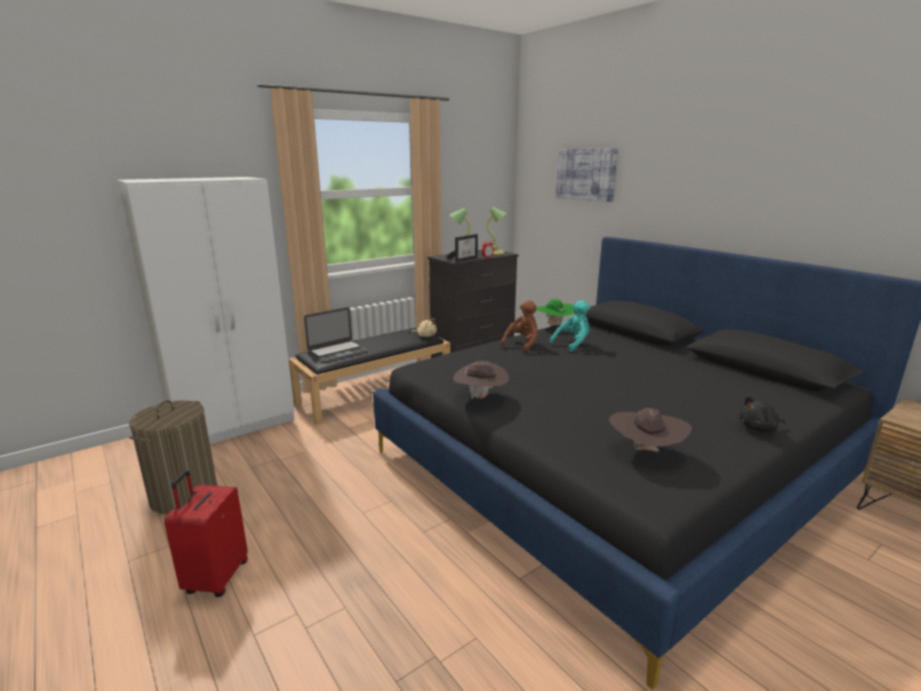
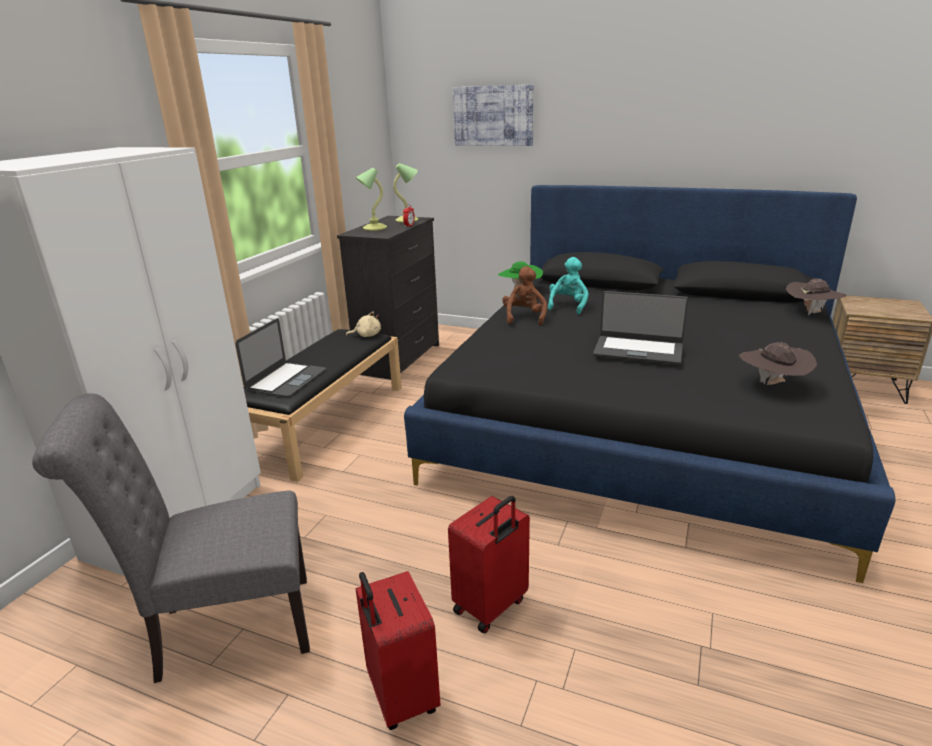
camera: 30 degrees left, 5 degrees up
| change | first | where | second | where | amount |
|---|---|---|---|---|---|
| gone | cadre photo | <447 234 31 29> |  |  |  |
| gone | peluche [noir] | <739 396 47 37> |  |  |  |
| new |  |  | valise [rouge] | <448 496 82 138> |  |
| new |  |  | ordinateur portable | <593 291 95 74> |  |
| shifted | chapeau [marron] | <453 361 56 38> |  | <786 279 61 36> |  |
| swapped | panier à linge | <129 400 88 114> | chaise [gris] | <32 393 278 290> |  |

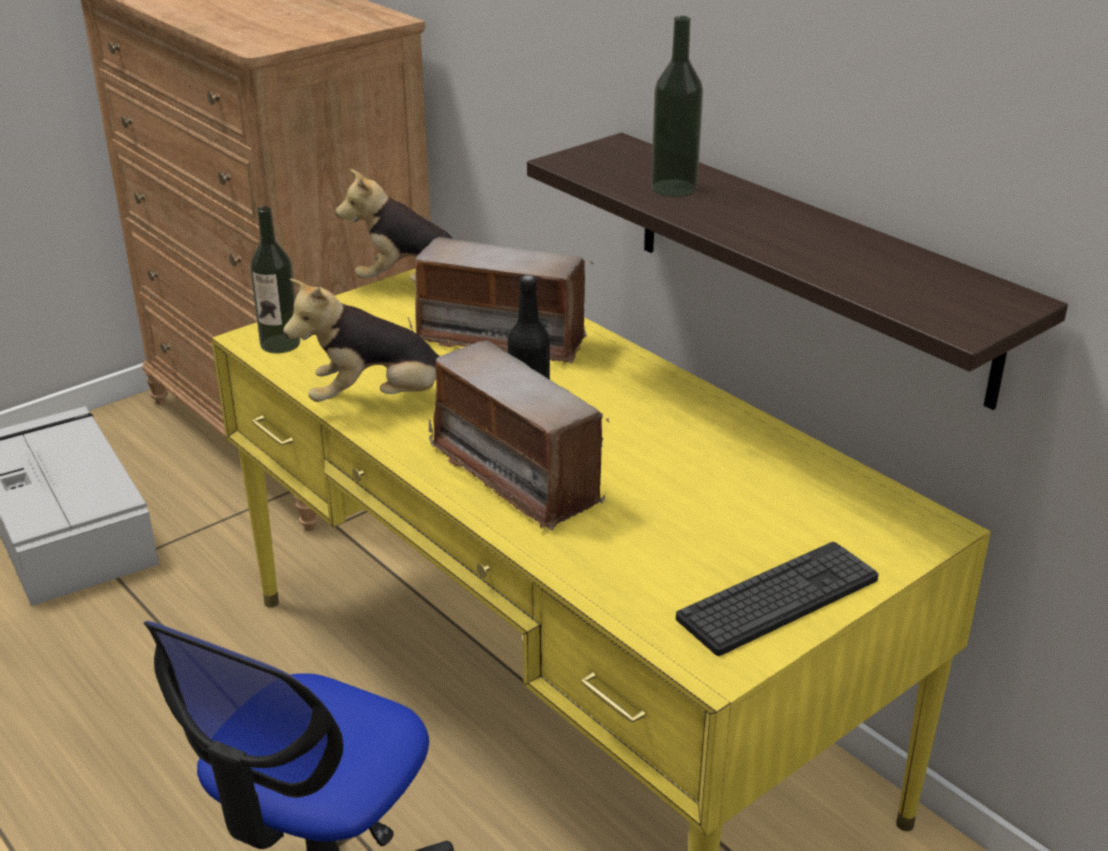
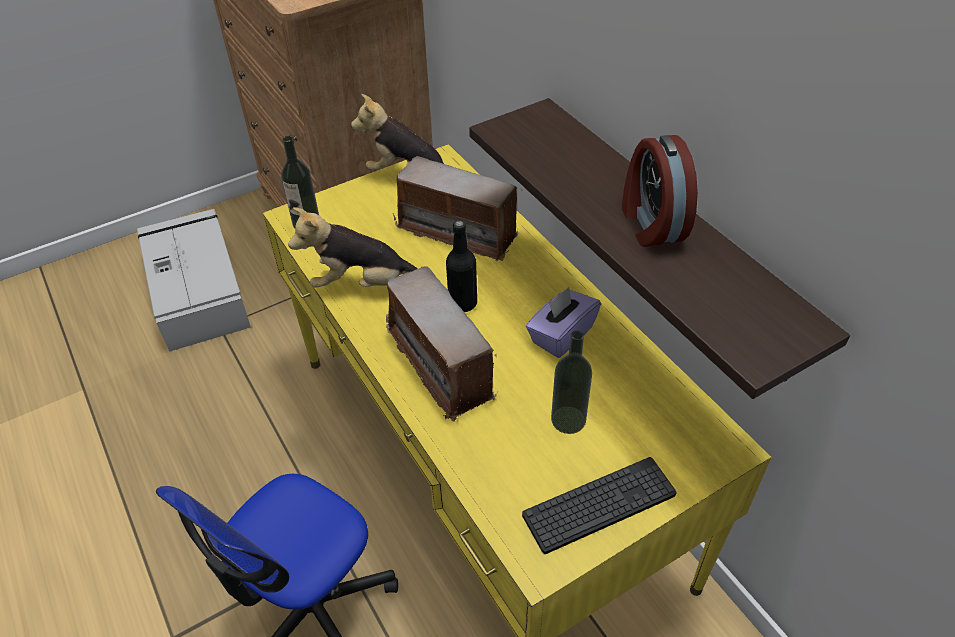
camera: 10 degrees right, 15 degrees up
| change | first | where | second | where | amount |
|---|---|---|---|---|---|
| new |  |  | boîte à mouchoirs [violet] | <526 287 75 71> |  |
| new |  |  | réveil | <622 135 76 112> |  |
| shifted | bouteille | <651 16 52 181> |  | <551 330 41 104> |  |

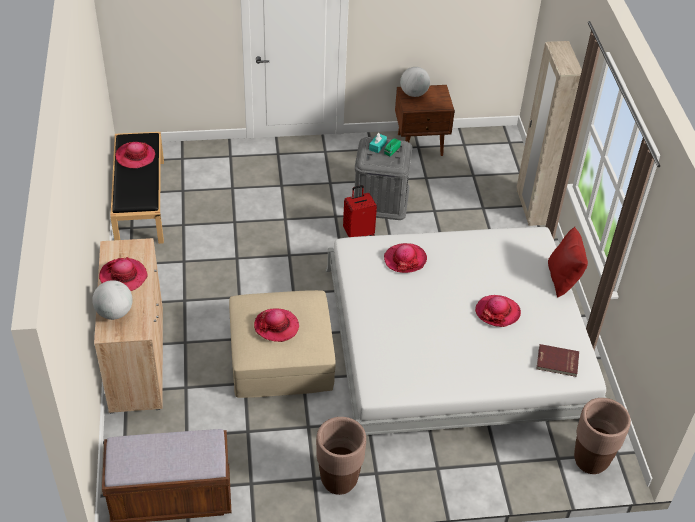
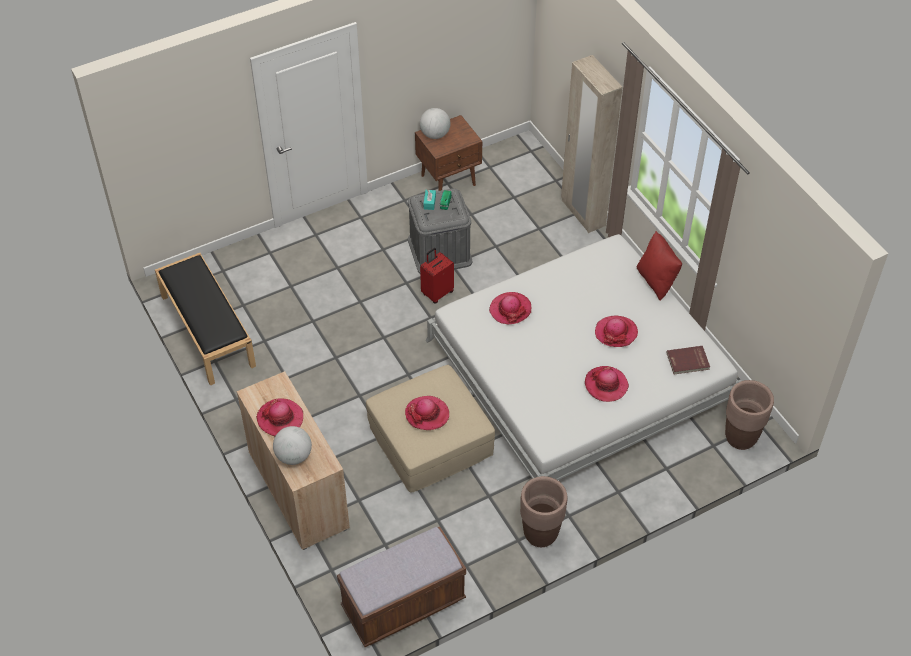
camera: 20 degrees left, 5 degrees up
| change | first | where | second | where | amount |
|---|---|---|---|---|---|
| shifted | chapeau | <115 142 40 26> |  | <585 366 44 36> |  |

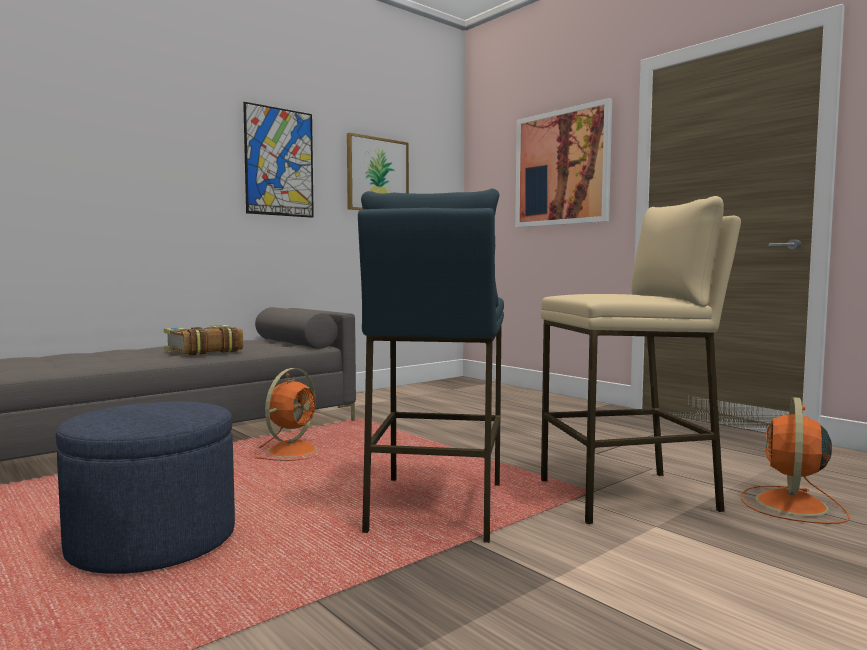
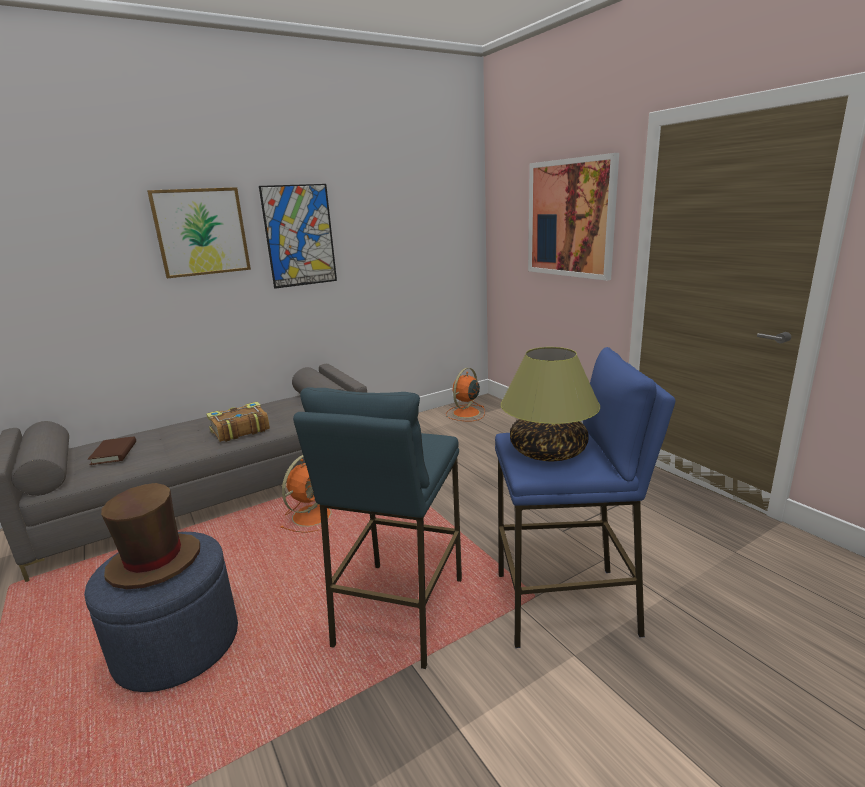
camera: 10 degrees right, 15 degrees up
| change | first | where | second | where | amount |
|---|---|---|---|---|---|
| new |  |  | livre [marron] | <88 437 48 28> |  |
| new |  |  | chapeau [marron] | <101 483 99 106> |  |
| new |  |  | lampe de table | <501 347 99 114> |  |
| shifted | tableau | <347 133 62 77> |  | <147 187 104 91> |  |
| shifted | ventilateur [orange] | <741 397 109 127> |  | <446 368 39 53> |  |
| repainted | tabouret [beige] | <541 196 200 329> | tabouret [bleu] | <495 347 181 301> |  |

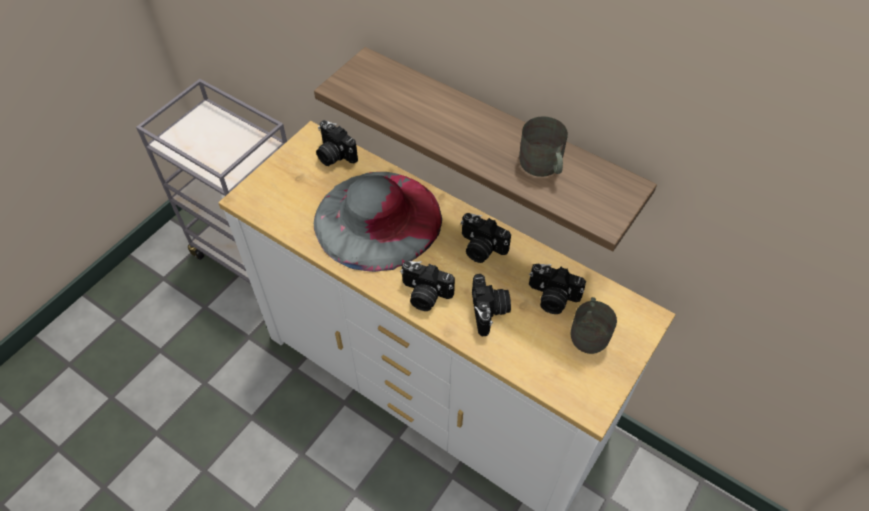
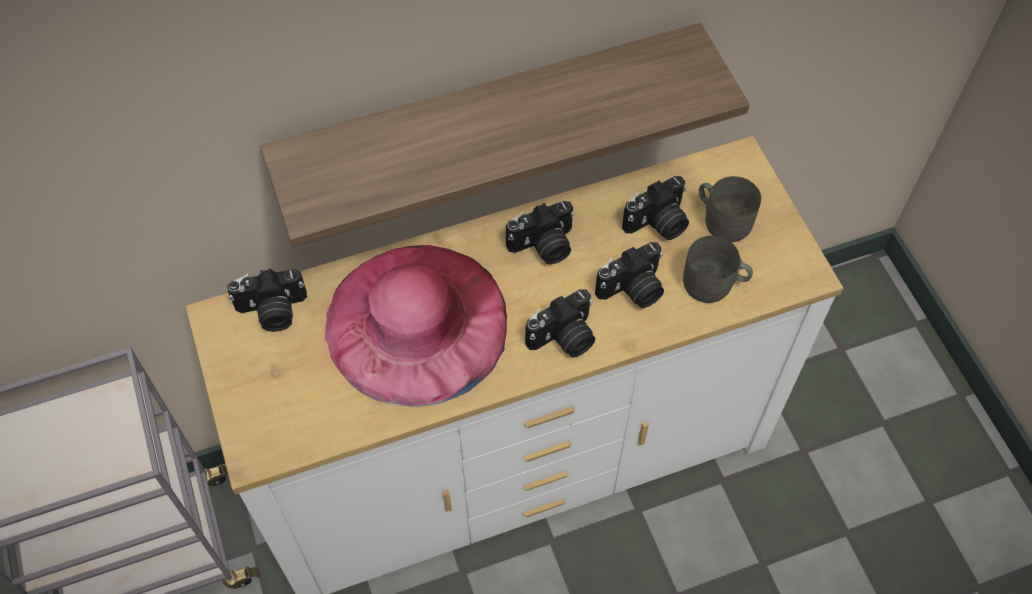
camera: 55 degrees left, 5 degrees up
| change | first | where | second | where | amount |
|---|---|---|---|---|---|
| shifted | mug [gris] | <519 116 49 61> |  | <683 236 70 67> |  |
| repainted | chapeau [gris] | <314 172 128 100> | chapeau [rose] | <325 245 182 162> |  |
| rotated | appareil photo | <472 274 39 62> |  | <595 242 69 66> | 120 degrees clockwise |

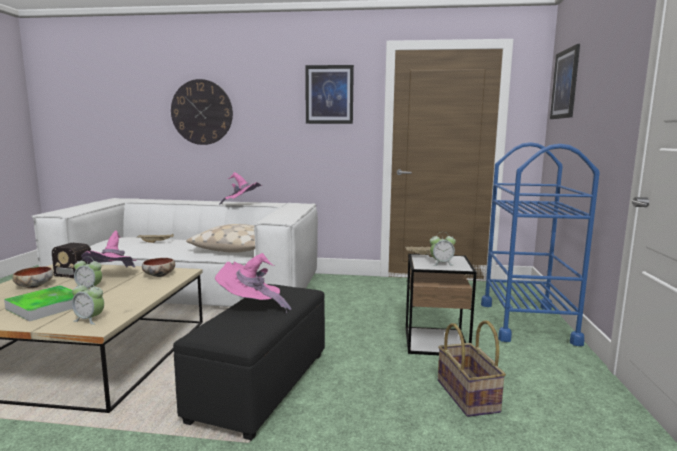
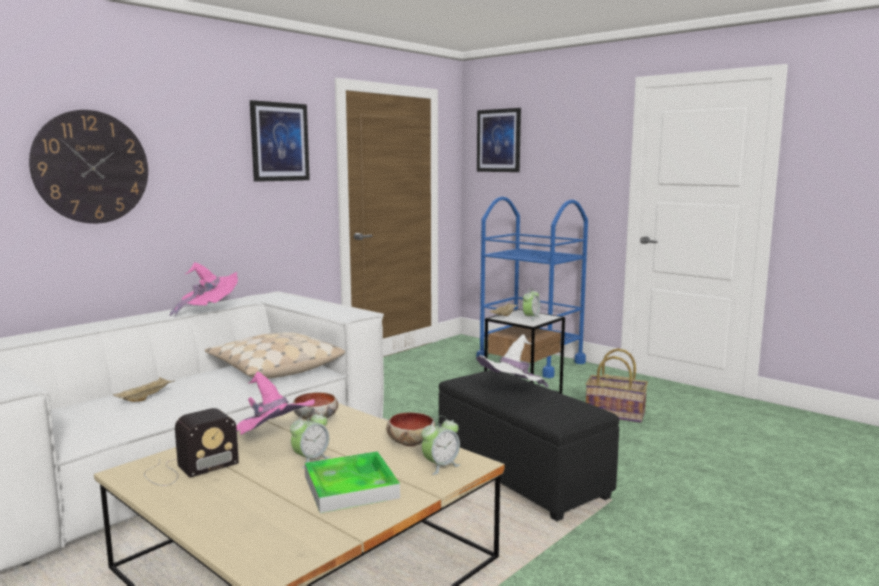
camera: 55 degrees left, 0 degrees up
| change | first | where | second | where | amount |
|---|---|---|---|---|---|
| shifted | bol | <12 267 42 21> |  | <386 412 49 35> |  |
| repainted | chapeau [rose] | <215 253 76 60> | chapeau [blanc] | <476 334 73 54> |  |

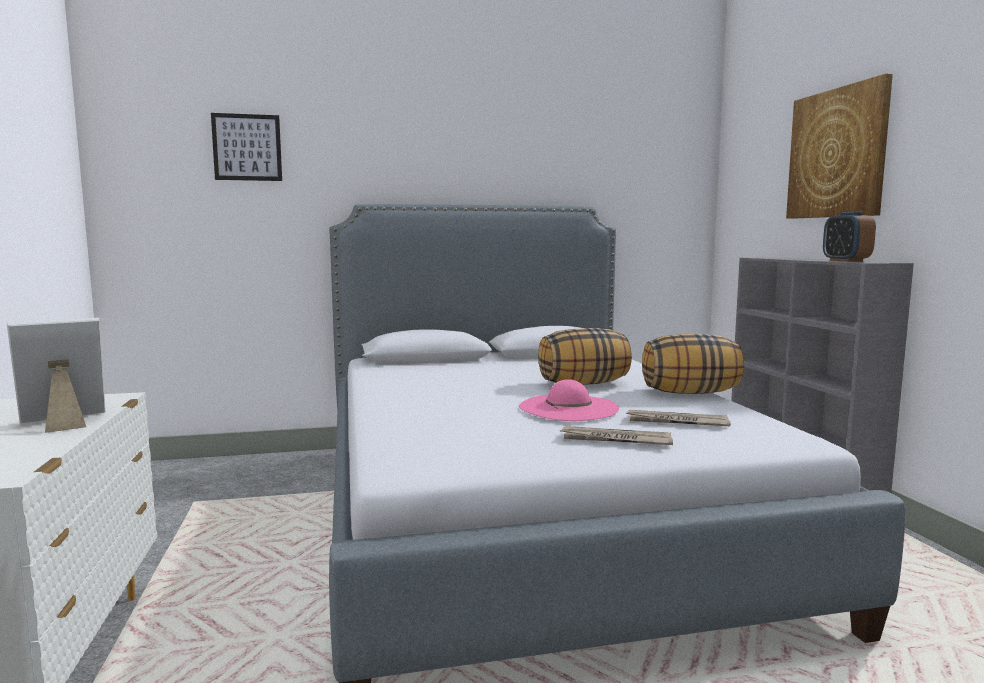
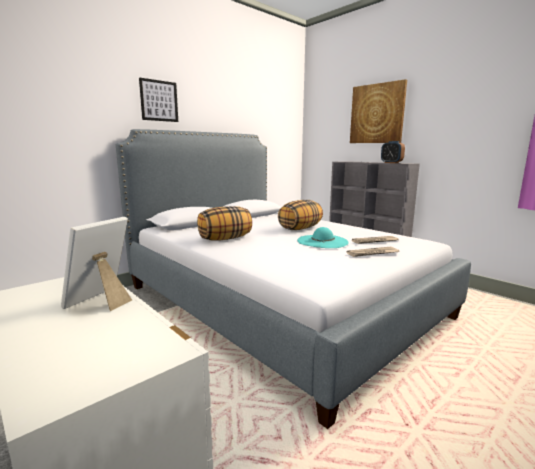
camera: 30 degrees left, 5 degrees up
| change | first | where | second | where | amount |
|---|---|---|---|---|---|
| shifted | tableau | <211 113 71 68> |  | <139 77 39 45> |  |
| shifted | coussin | <642 334 102 60> |  | <197 206 55 35> |  |
| repainted | chapeau [rose] | <519 379 100 42> | chapeau [turquoise] | <297 227 52 21> |  |

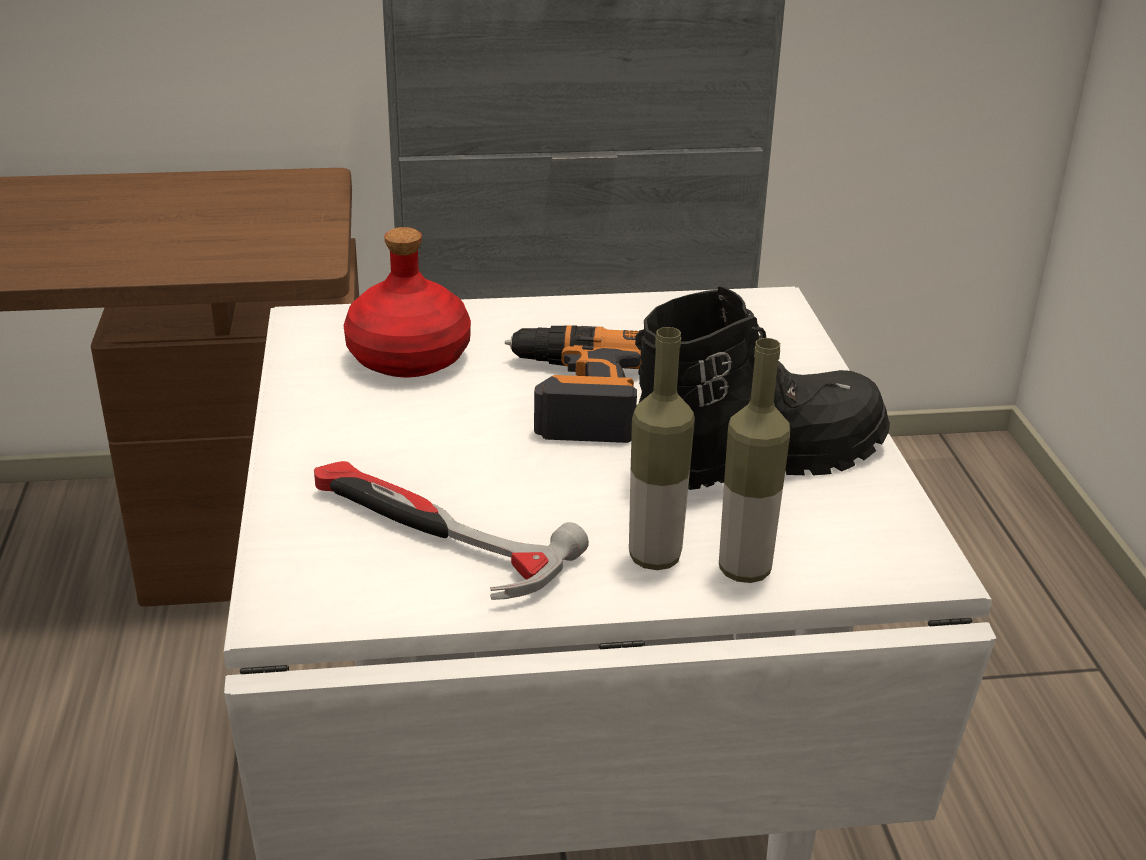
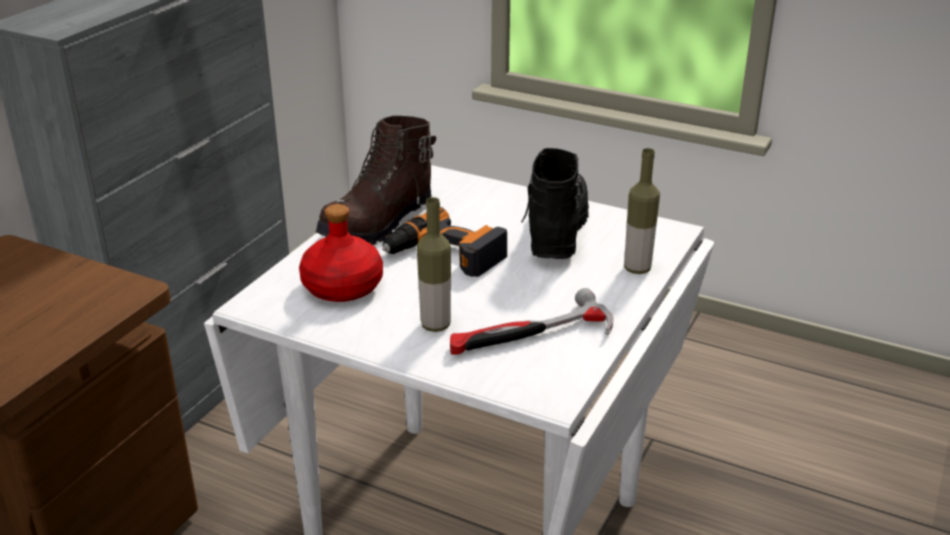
camera: 55 degrees left, 0 degrees up
| change | first | where | second | where | amount |
|---|---|---|---|---|---|
| new |  |  | botte [marron] | <315 116 121 129> |  |
| shifted | bouteille | <629 327 66 243> |  | <417 197 34 135> |  |

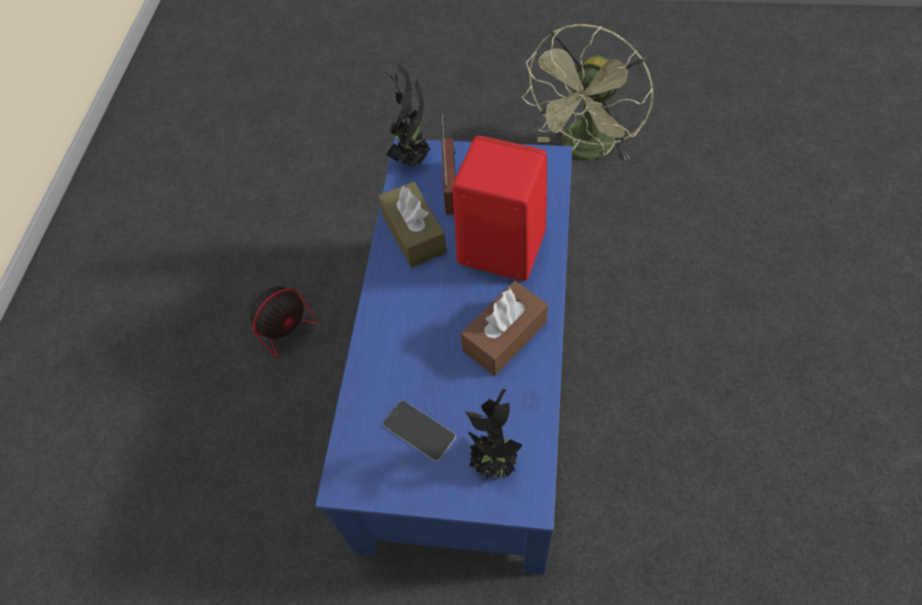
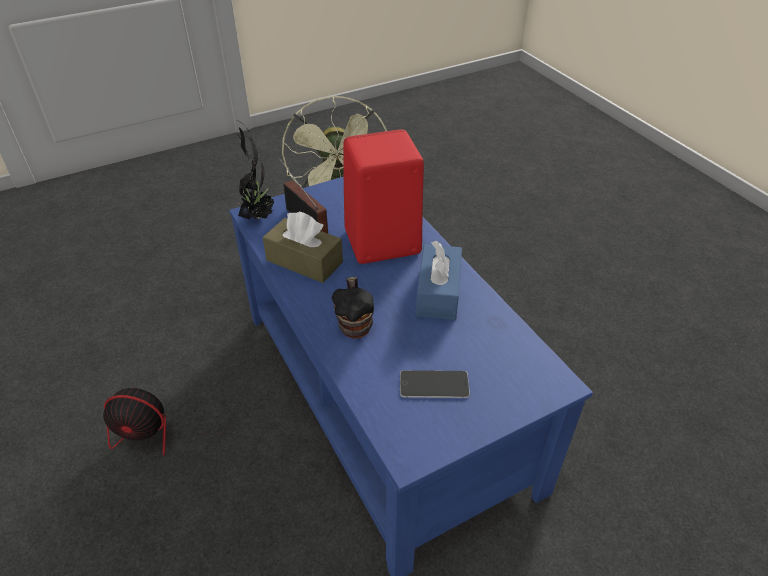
camera: 40 degrees left, 15 degrees down
| change | first | where | second | where | amount |
|---|---|---|---|---|---|
| gone | plante en pot | <465 388 57 92> |  |  |  |
| new |  |  | mug | <332 276 42 63> |  |
| repainted | boîte à mouchoirs [marron] | <461 281 87 95> | boîte à mouchoirs [bleu] | <416 241 46 79> |  |
| rotated | ventilateur | <234 246 95 112> |  | <103 344 139 111> | 90 degrees clockwise |

